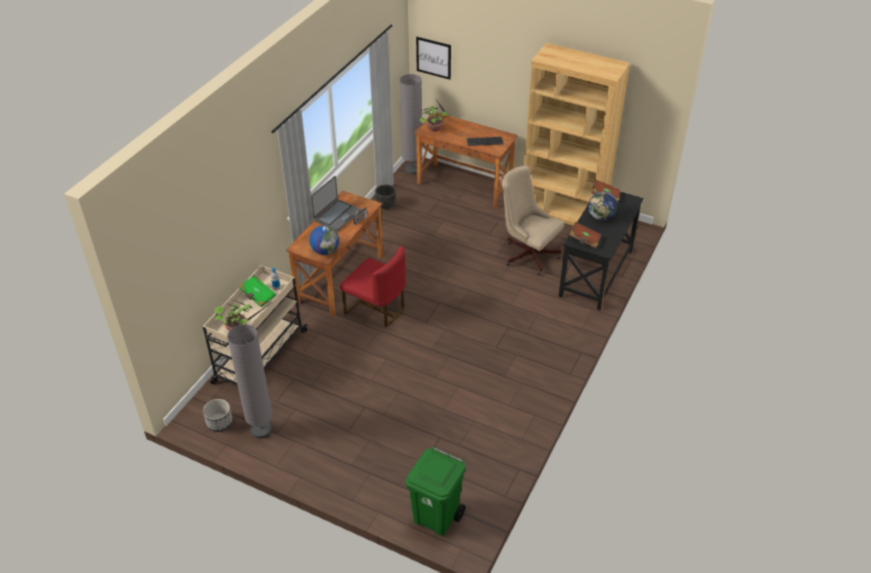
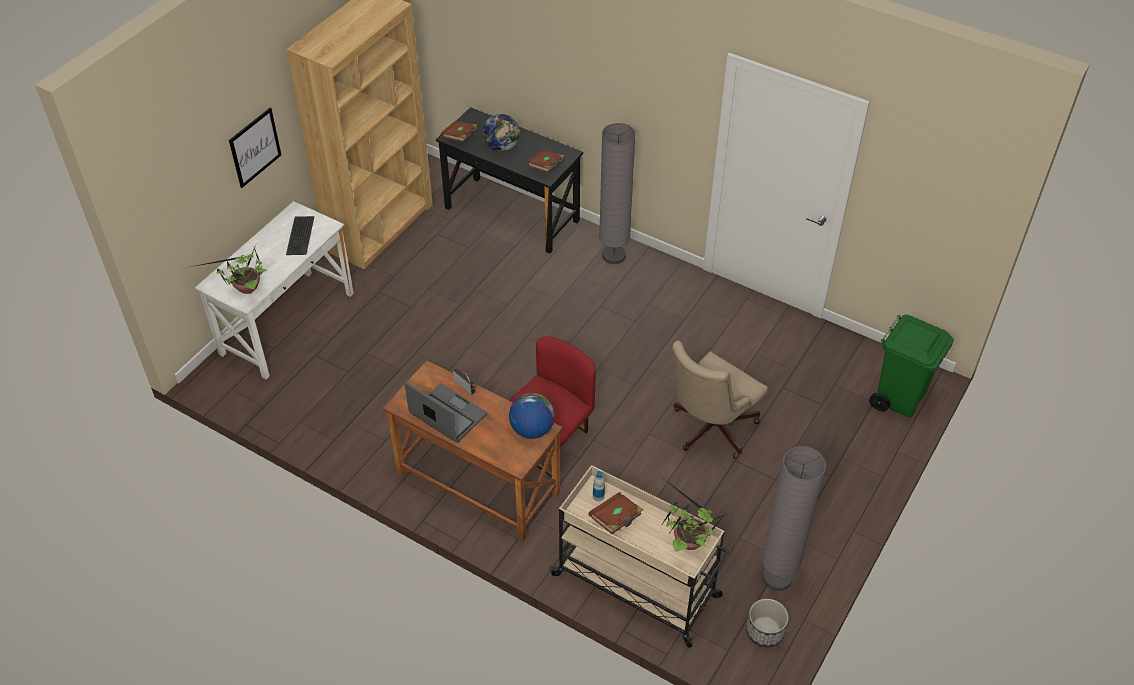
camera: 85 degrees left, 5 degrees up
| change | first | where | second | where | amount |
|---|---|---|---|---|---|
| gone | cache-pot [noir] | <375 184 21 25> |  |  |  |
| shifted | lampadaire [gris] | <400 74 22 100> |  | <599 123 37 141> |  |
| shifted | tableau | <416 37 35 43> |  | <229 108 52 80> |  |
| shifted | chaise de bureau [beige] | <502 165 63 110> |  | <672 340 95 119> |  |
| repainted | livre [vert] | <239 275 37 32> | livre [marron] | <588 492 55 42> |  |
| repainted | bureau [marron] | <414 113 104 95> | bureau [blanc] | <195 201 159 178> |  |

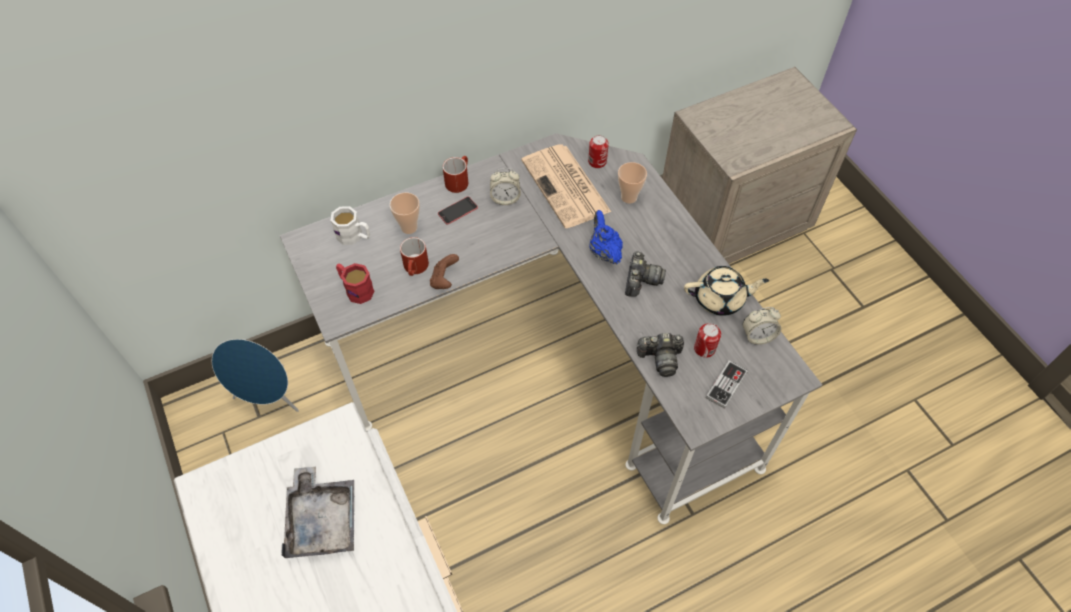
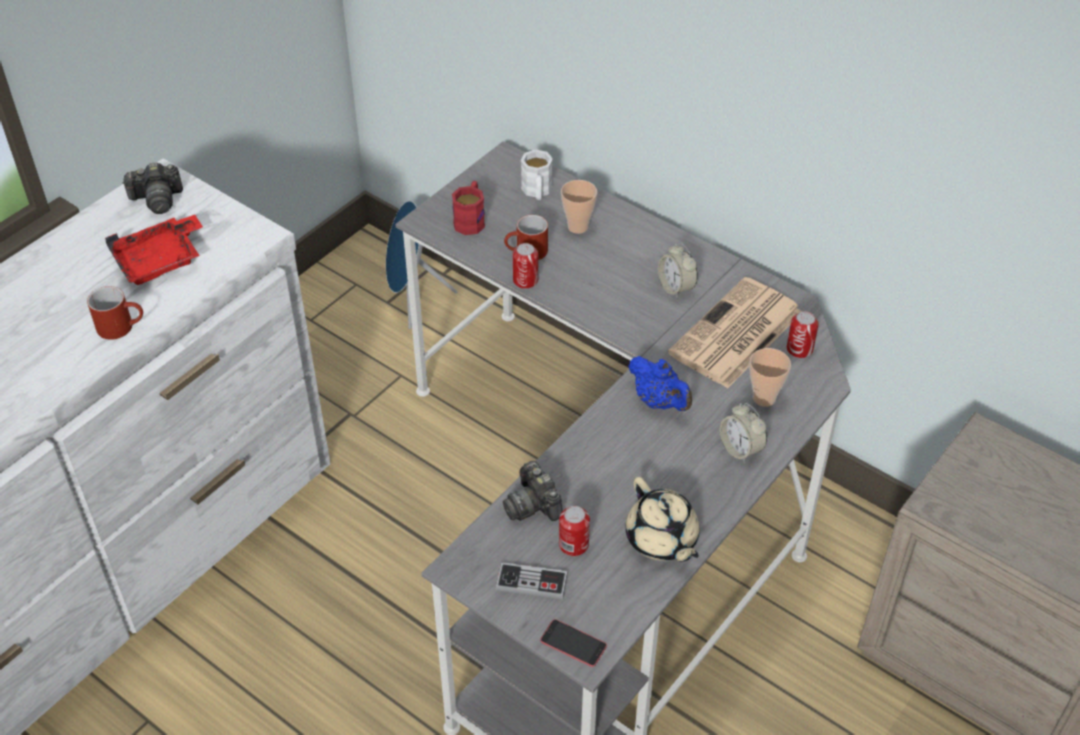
camera: 65 degrees right, 10 degrees down
| change | first | where | second | where | amount |
|---|---|---|---|---|---|
| shifted | téléphone | <438 197 40 27> |  | <540 619 67 48> |  |
| shifted | mug [rouge] | <443 156 25 37> |  | <87 286 56 54> |  |
| shifted | appareil photo | <625 251 41 46> |  | <122 162 61 52> |  |
| shifted | réveil | <742 307 39 38> |  | <720 403 47 60> |  |
| swapped | manette [marron] | <430 254 29 35> | boîte métallique | <513 243 25 46> |  |
| repainted | plateau [gris] | <282 466 72 92> | plateau [rouge] | <105 215 98 70> |  |
| rotated | théière [bleu] | <589 210 34 54> |  | <628 356 64 55> | 90 degrees clockwise |

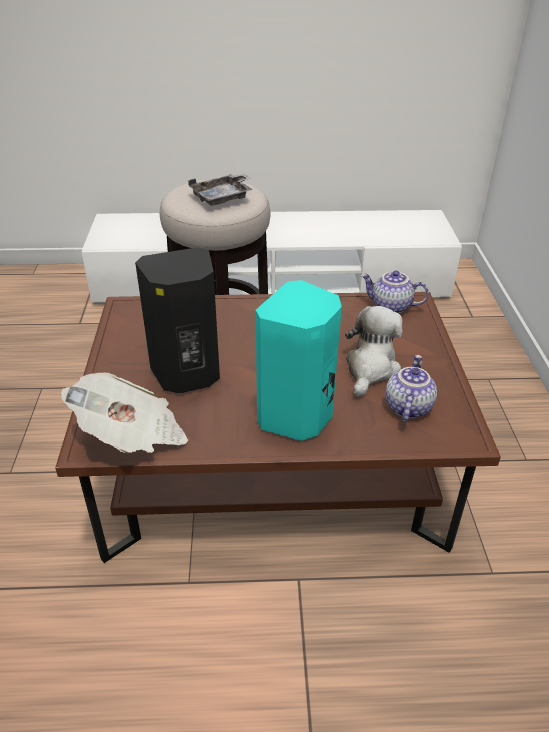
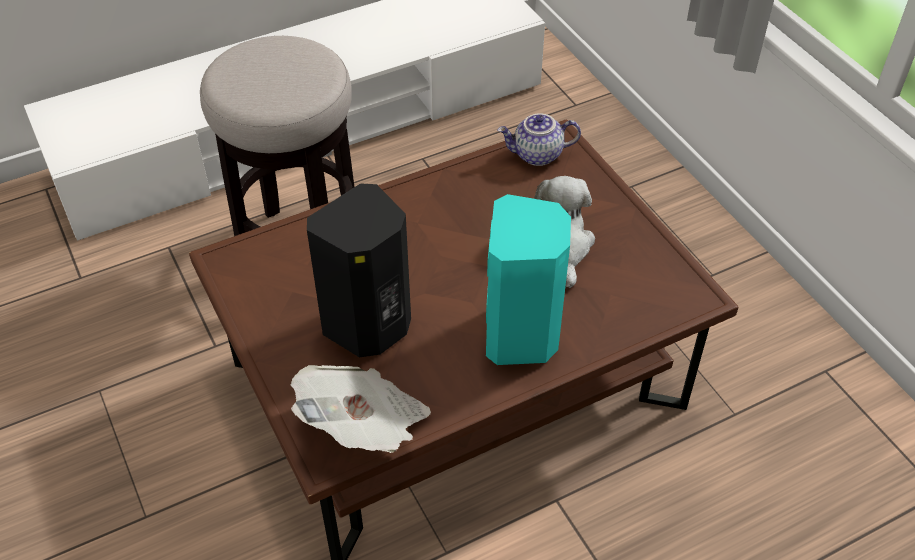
camera: 25 degrees left, 10 degrees up
| change | first | where | second | where | amount |
|---|---|---|---|---|---|
| gone | plateau [gris] | <188 174 65 32> |  |  |  |
| gone | théière | <385 355 52 67> |  |  |  |

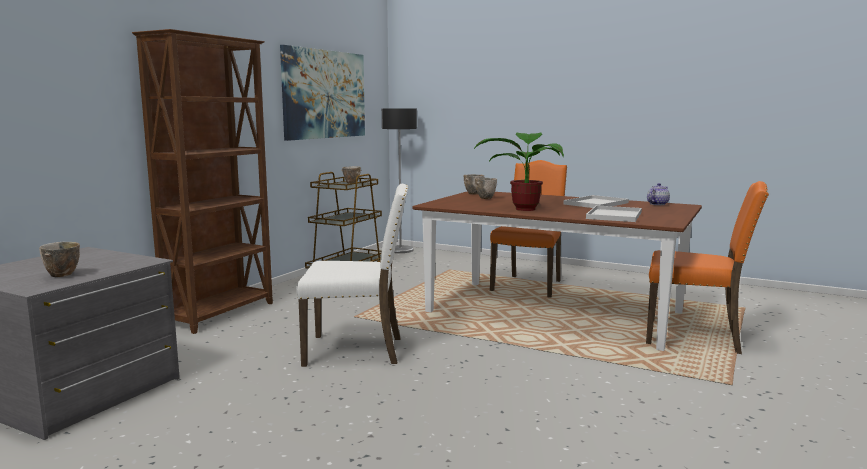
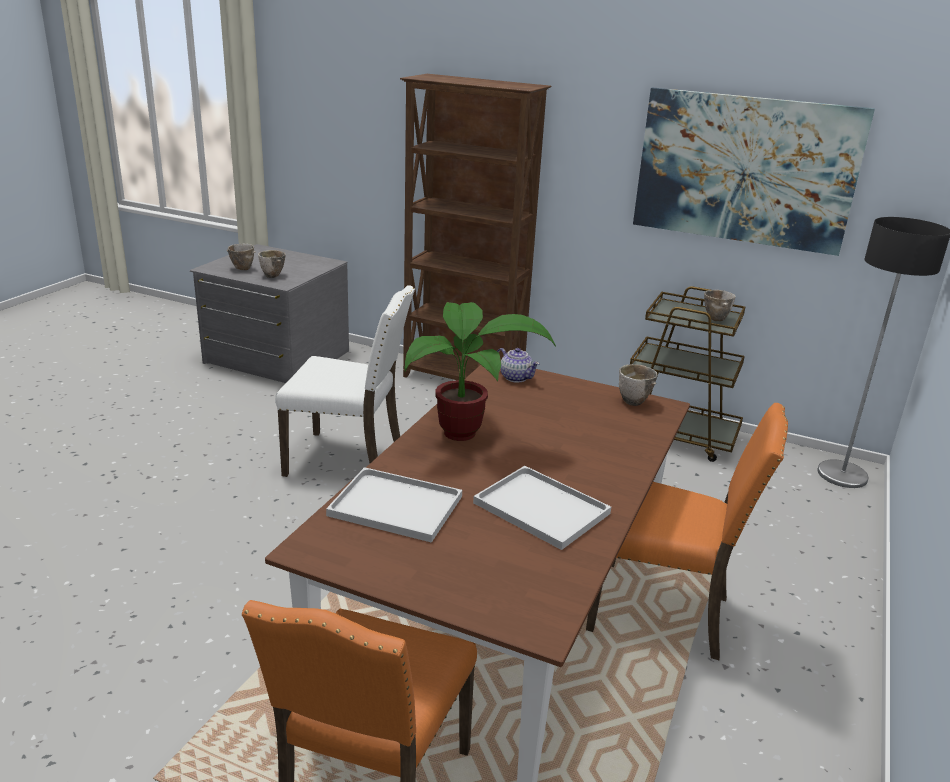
camera: 85 degrees right, 15 degrees up
| change | first | where | second | where | amount |
|---|---|---|---|---|---|
| shifted | bol | <475 178 22 21> |  | <258 250 28 28> |  |
| shifted | théière | <647 183 23 22> |  | <497 348 43 35> |  |
| rotated | chaise [blanc] | <296 184 112 183> |  | <275 285 140 192> | 75 degrees counterclockwise |

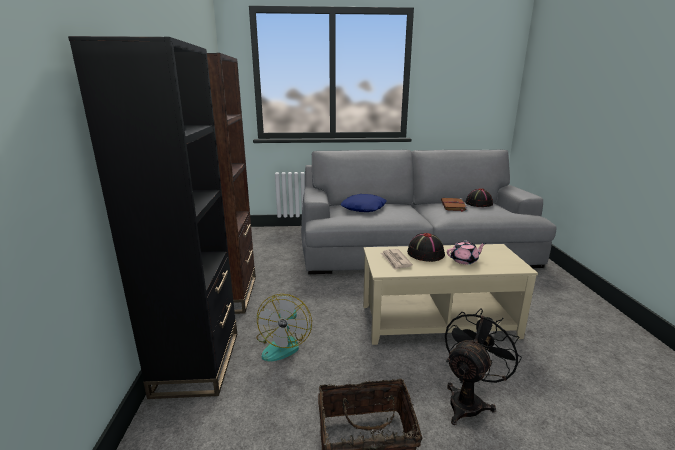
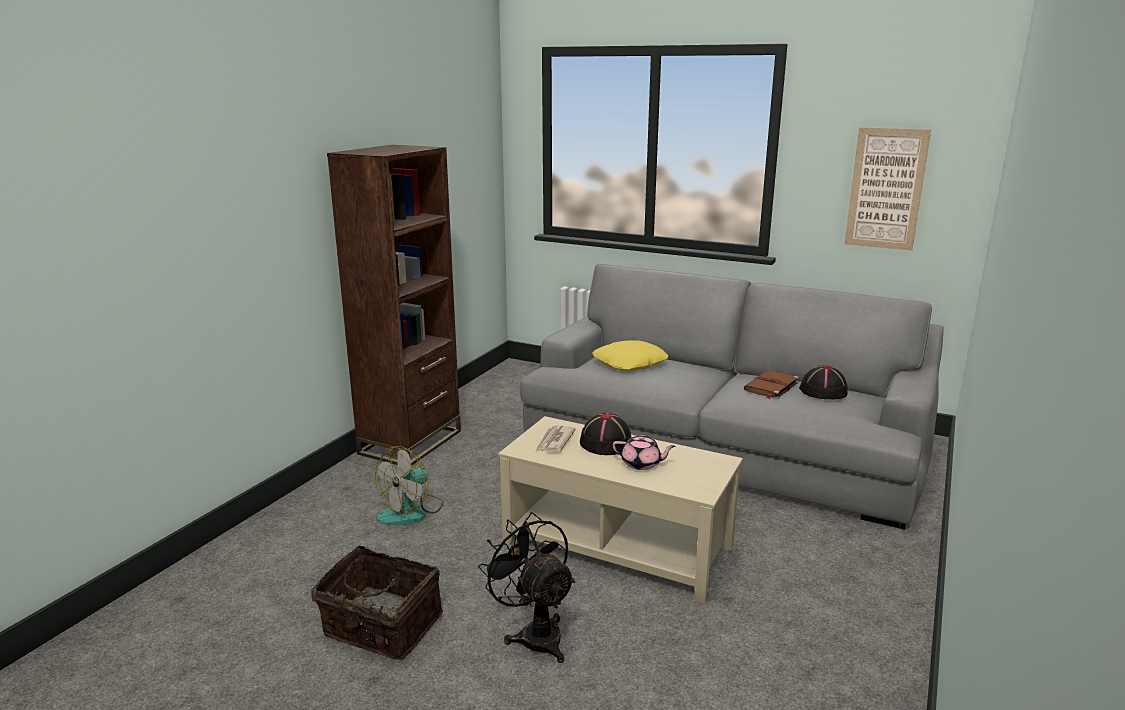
camera: 30 degrees right, 0 degrees up
| change | first | where | second | where | amount |
|---|---|---|---|---|---|
| gone | bibliothèque [noir] | <68 36 169 363> |  |  |  |
| new |  |  | tableau | <844 127 87 123> |  |
| repainted | coussin [bleu] | <341 194 46 18> | coussin [jaune] | <592 340 76 31> |  |
| rotated | ventilateur [noir] | <445 308 77 117> |  | <478 512 97 151> | 105 degrees counterclockwise |

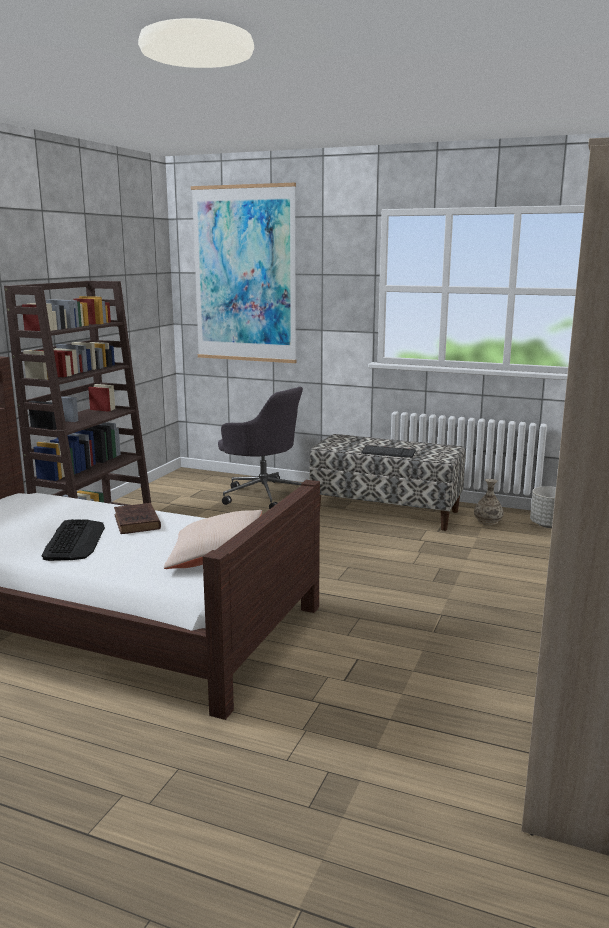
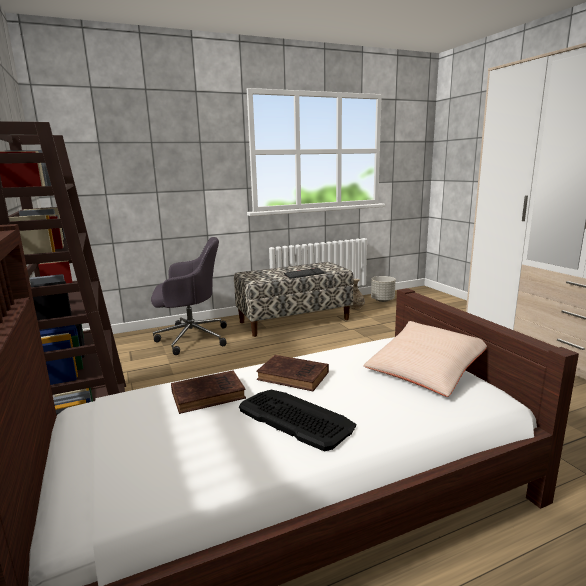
camera: 45 degrees left, 0 degrees up
| change | first | where | second | where | amount |
|---|---|---|---|---|---|
| gone | tableau | <191 183 106 180> |  |  |  |
| new |  |  | livre [marron] | <171 370 75 44> |  |

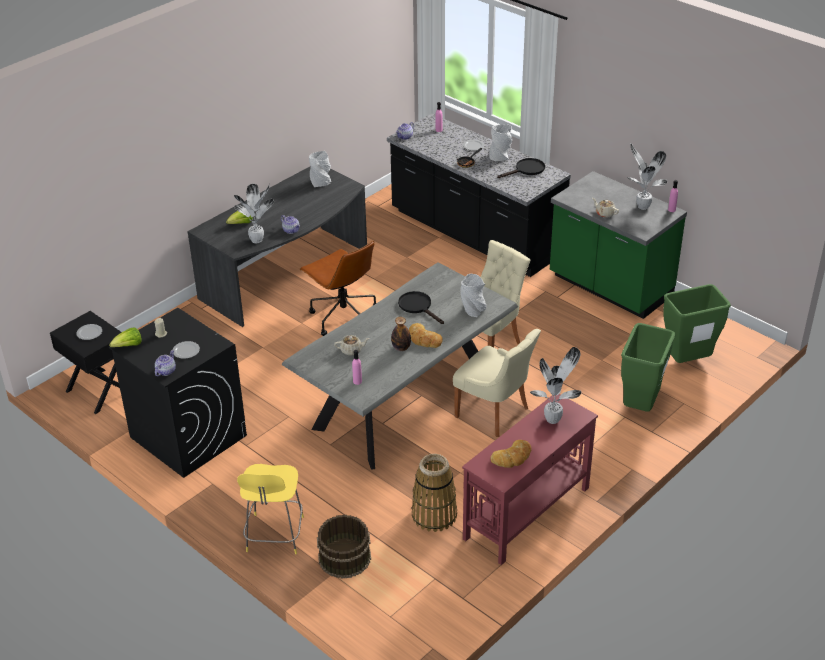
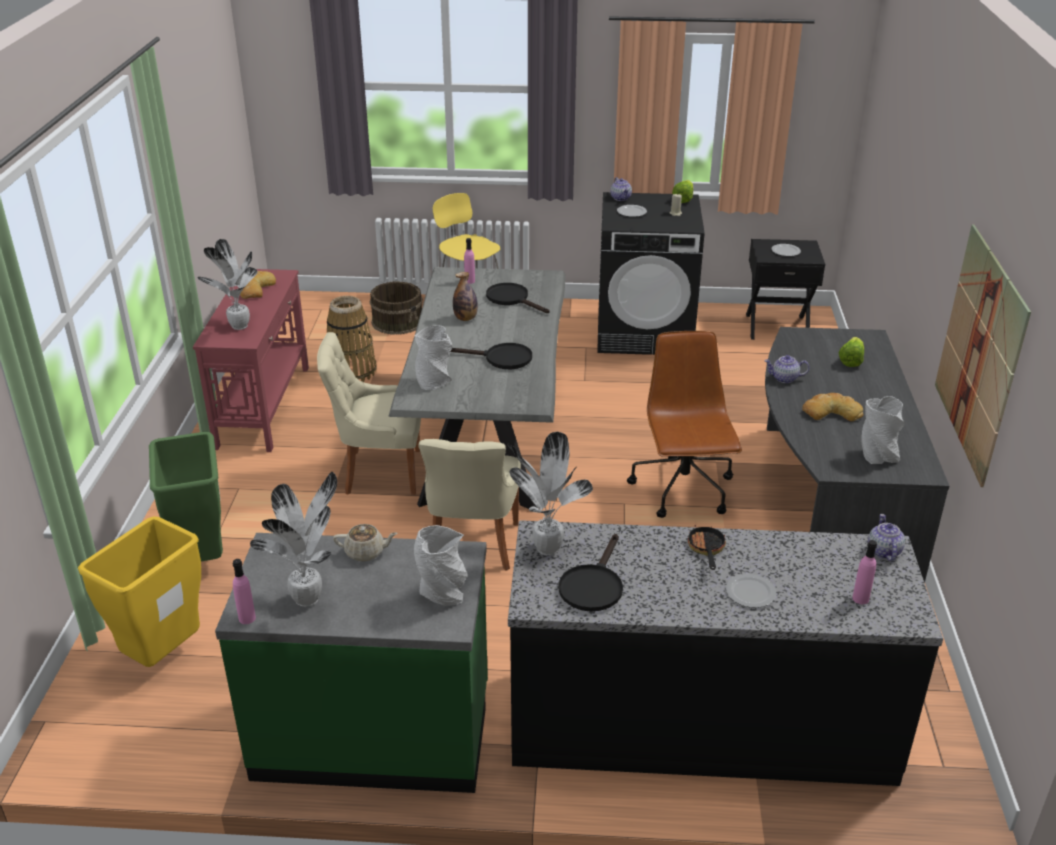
camera: 140 degrees right, 5 degrees down
| change | first | where | second | where | amount |
|---|---|---|---|---|---|
| new |  |  | tableau | <935 225 96 262> |  |
| shifted | plante en pot | <234 184 40 59> |  | <507 432 86 124> |  |
| shifted | pain | <409 323 34 25> |  | <802 393 61 28> |  |
| shifted | vase [gris] | <489 124 23 37> |  | <414 525 53 81> |  |
| swapped | théière [beige] | <334 335 36 20> | poêle [noir] | <486 283 63 30> |  |
| repainted | poubelle [vert] | <663 284 68 79> | poubelle [jaune] | <78 516 123 151> |  |
| rotated | chaise de bureau [marron] | <300 241 76 95> |  | <627 331 115 187> | 75 degrees clockwise |

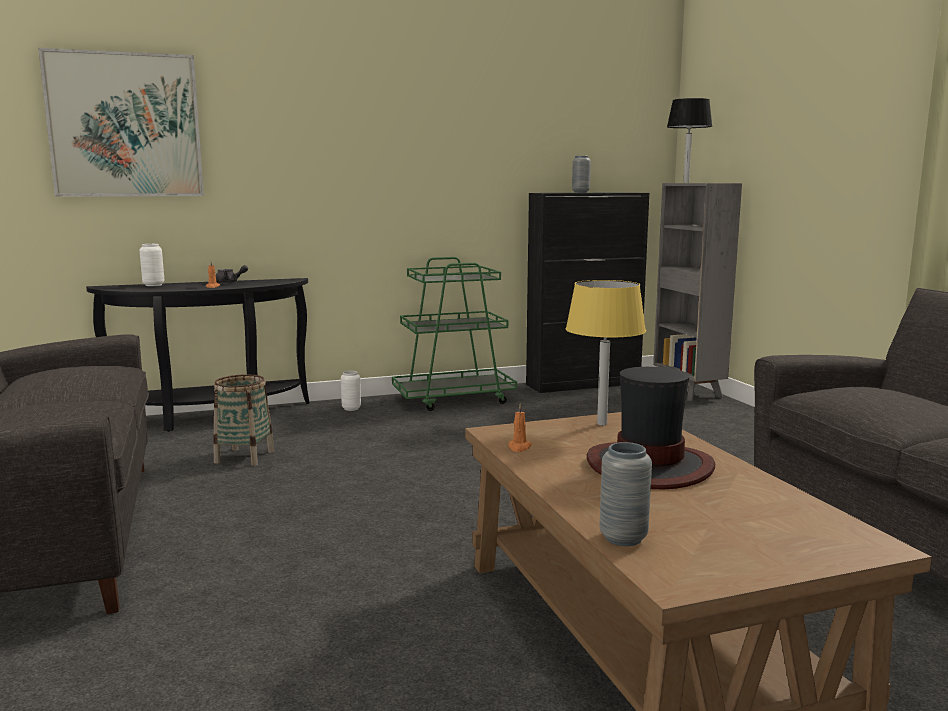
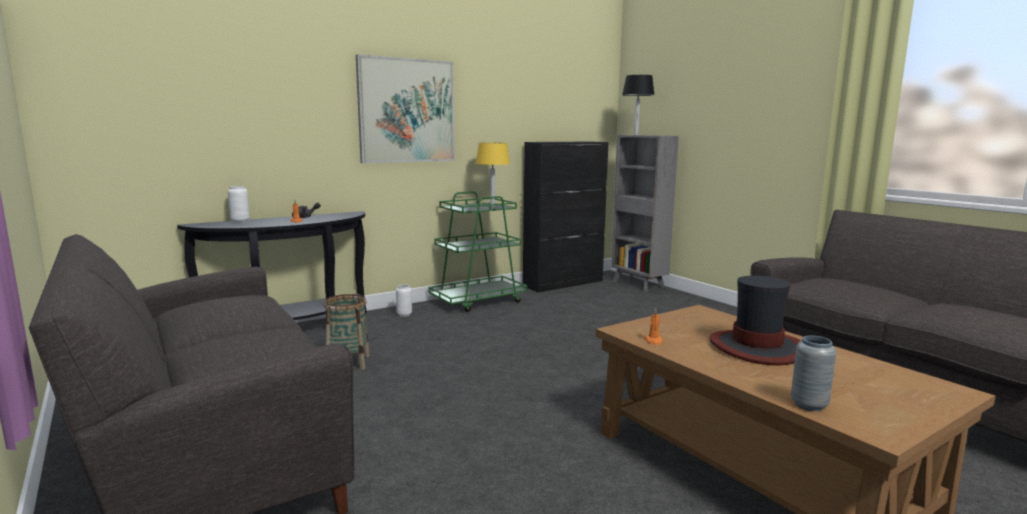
camera: 15 degrees left, 0 degrees up
| change | first | where | second | where | amount |
|---|---|---|---|---|---|
| gone | vase [gris] | <572 156 19 37> |  |  |  |
| shifted | tableau | <38 48 166 149> |  | <356 54 99 109> |  |
| shifted | lampe de table [jaune] | <566 280 80 145> |  | <475 143 35 64> |  |

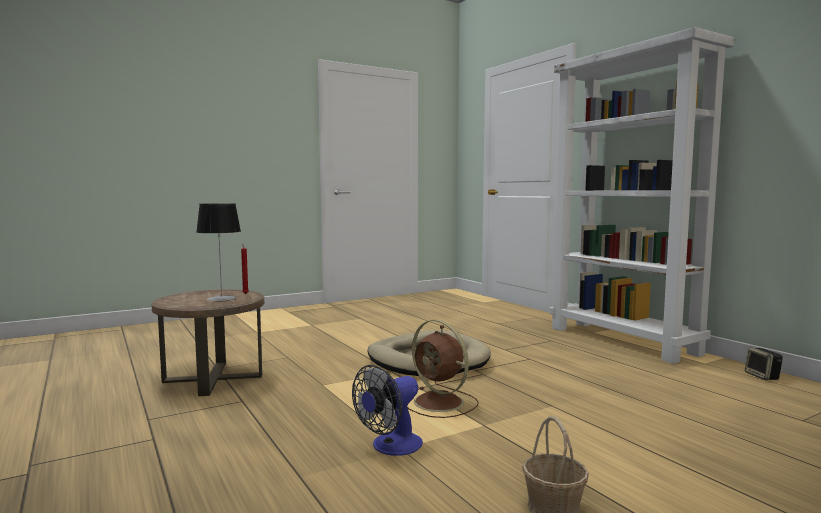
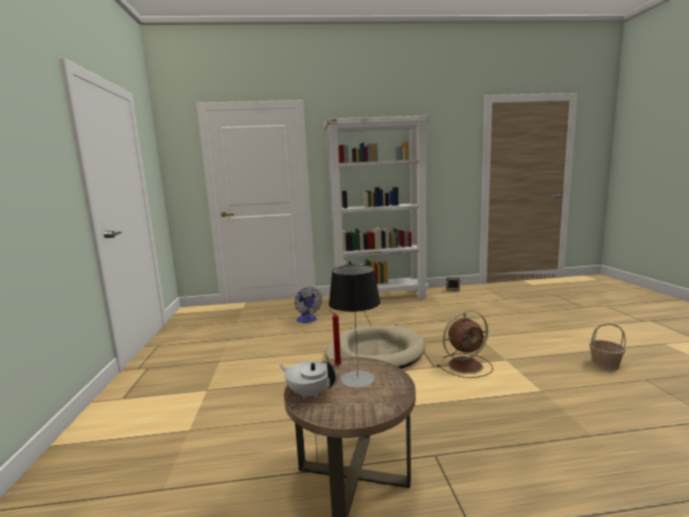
camera: 65 degrees left, 5 degrees up
| change | first | where | second | where | amount |
|---|---|---|---|---|---|
| new |  |  | théière [blanc] | <279 361 57 38> |  |
| shifted | ventilateur | <352 365 71 91> |  | <295 287 27 36> |  |

